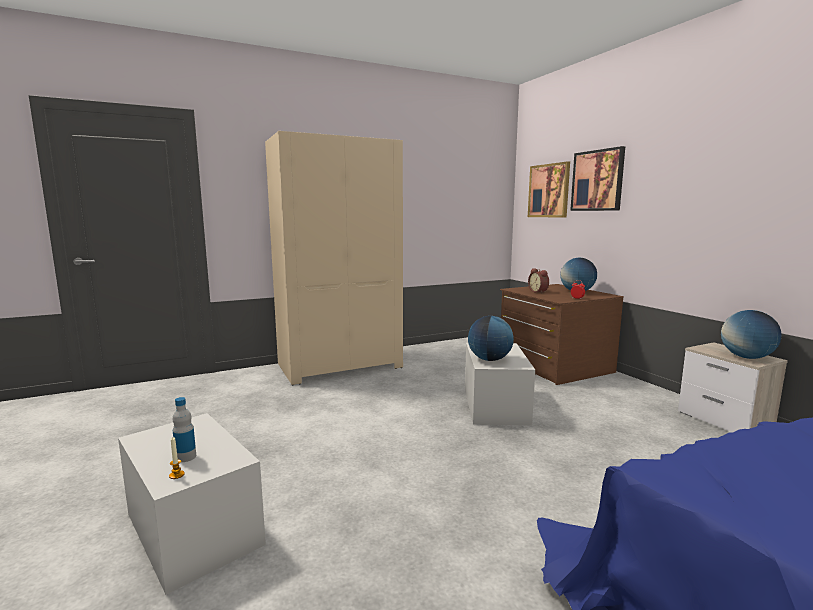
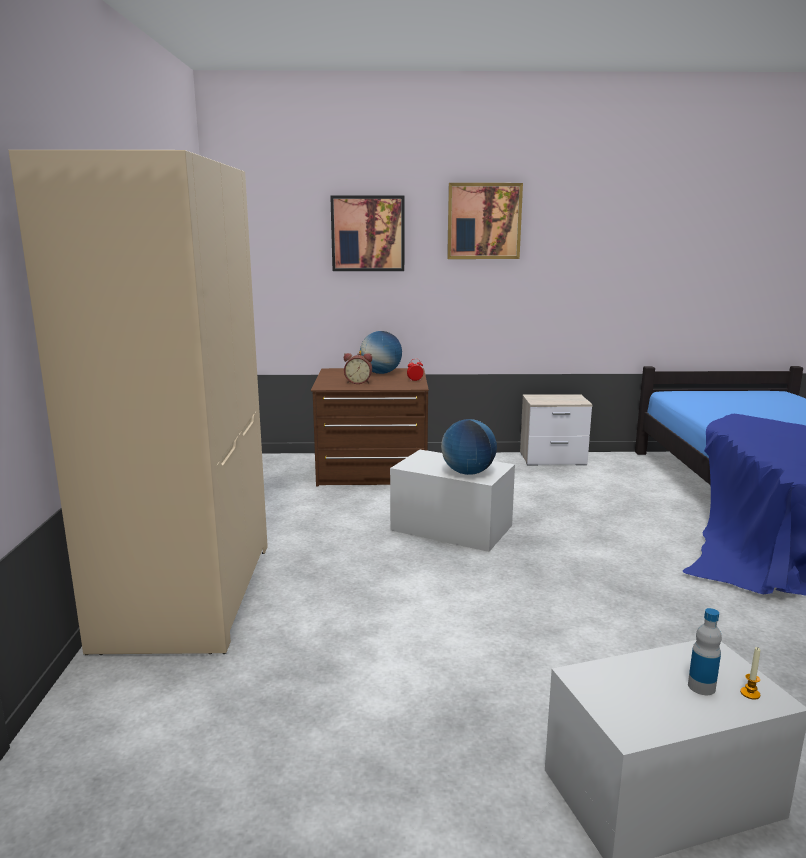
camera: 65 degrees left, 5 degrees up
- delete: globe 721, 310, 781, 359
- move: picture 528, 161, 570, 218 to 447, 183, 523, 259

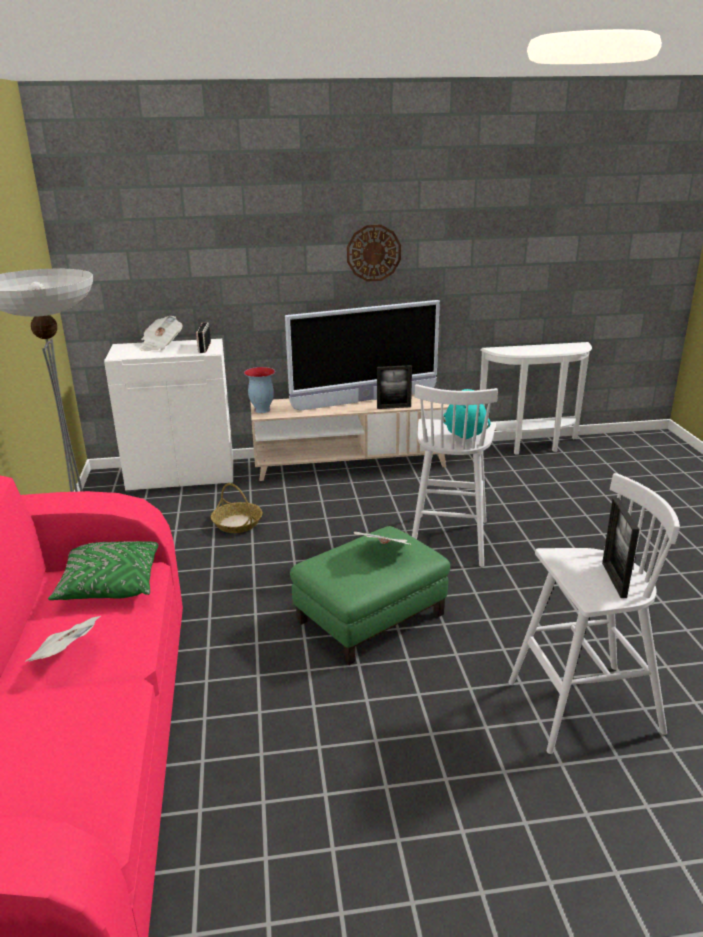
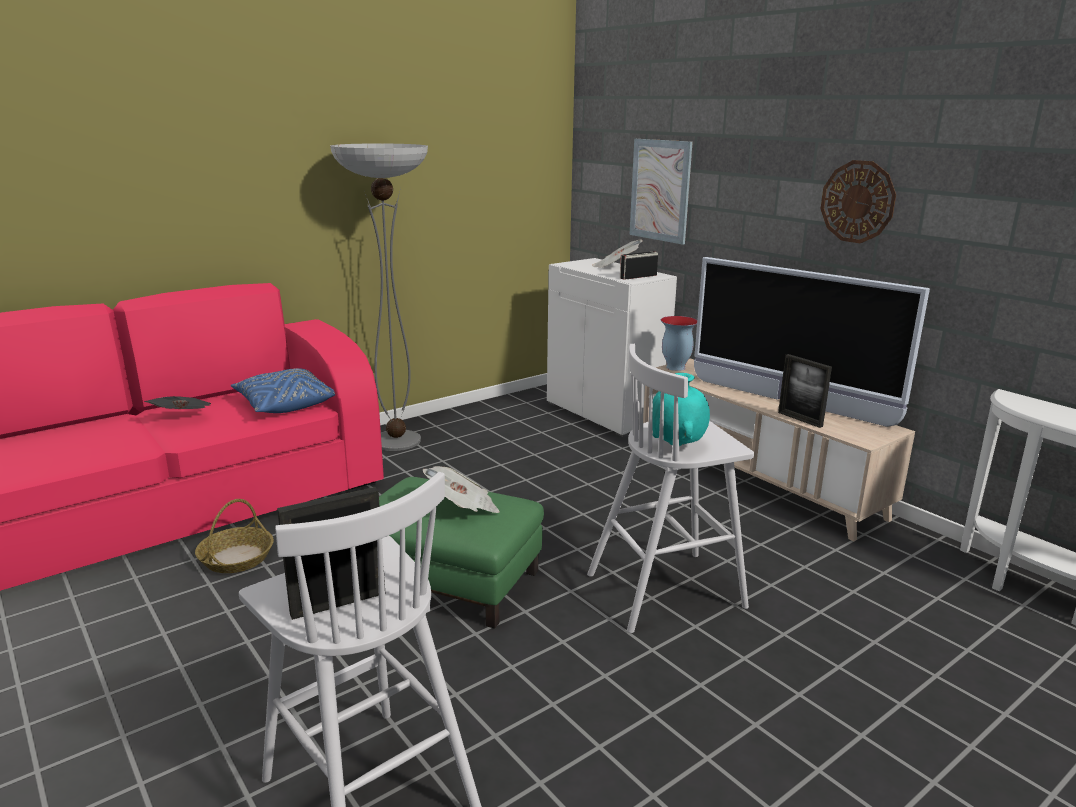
camera: 60 degrees right, 5 degrees down
- insert: picture 630, 139, 693, 245
- move: basket 211, 483, 262, 533 to 195, 499, 274, 573
- recolor: green pillow 48, 541, 159, 600 to blue pillow 231, 368, 335, 413

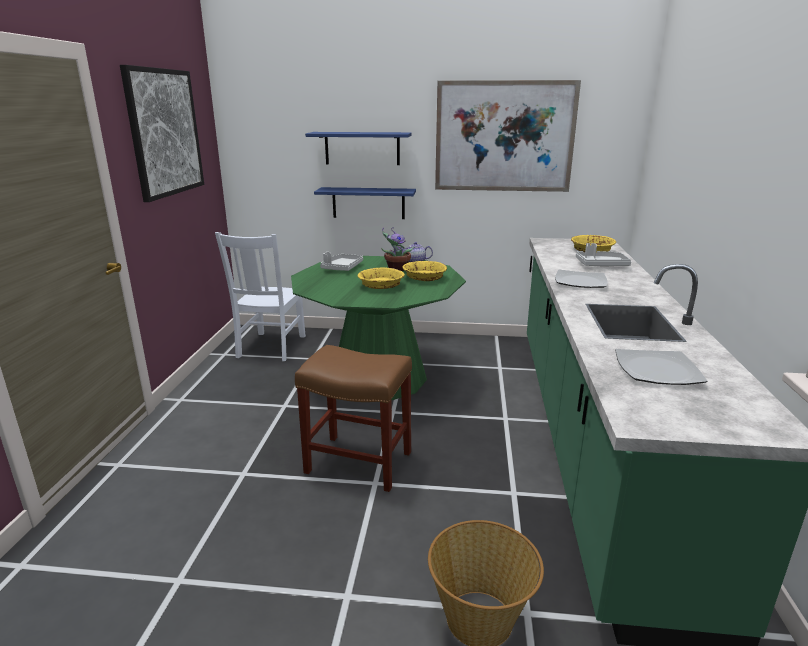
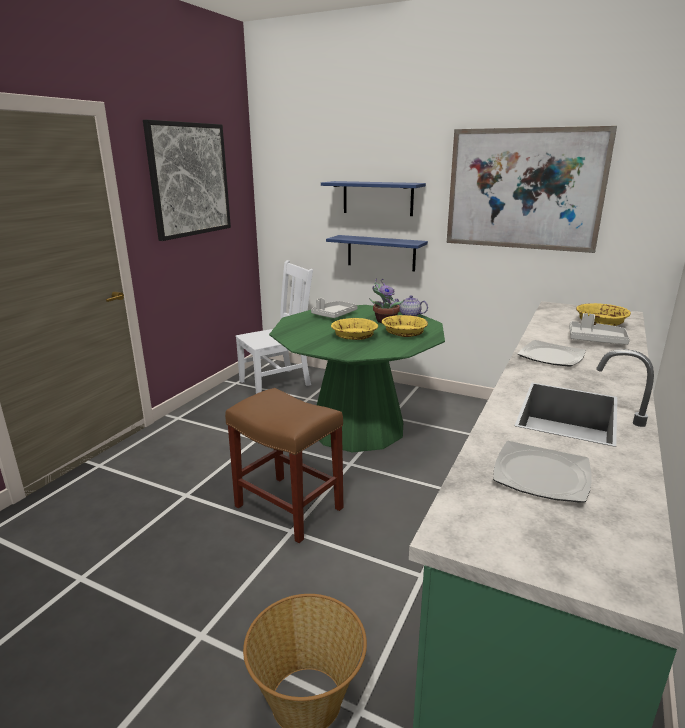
camera: 20 degrees right, 0 degrees up
- rotate: white chair 215, 232, 306, 361 = 235, 260, 313, 394 150 degrees counterclockwise

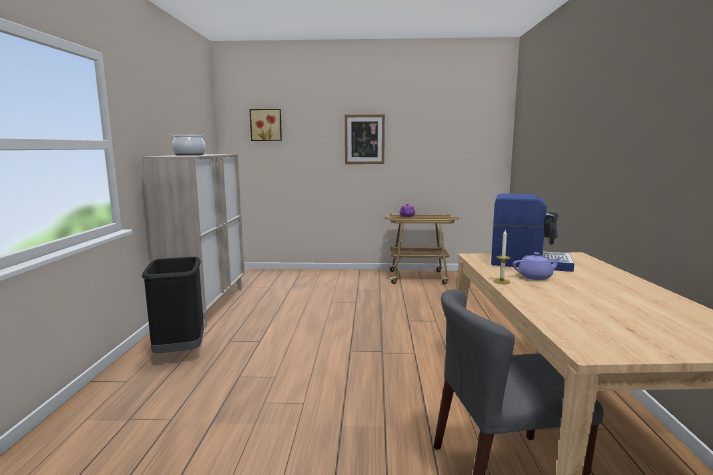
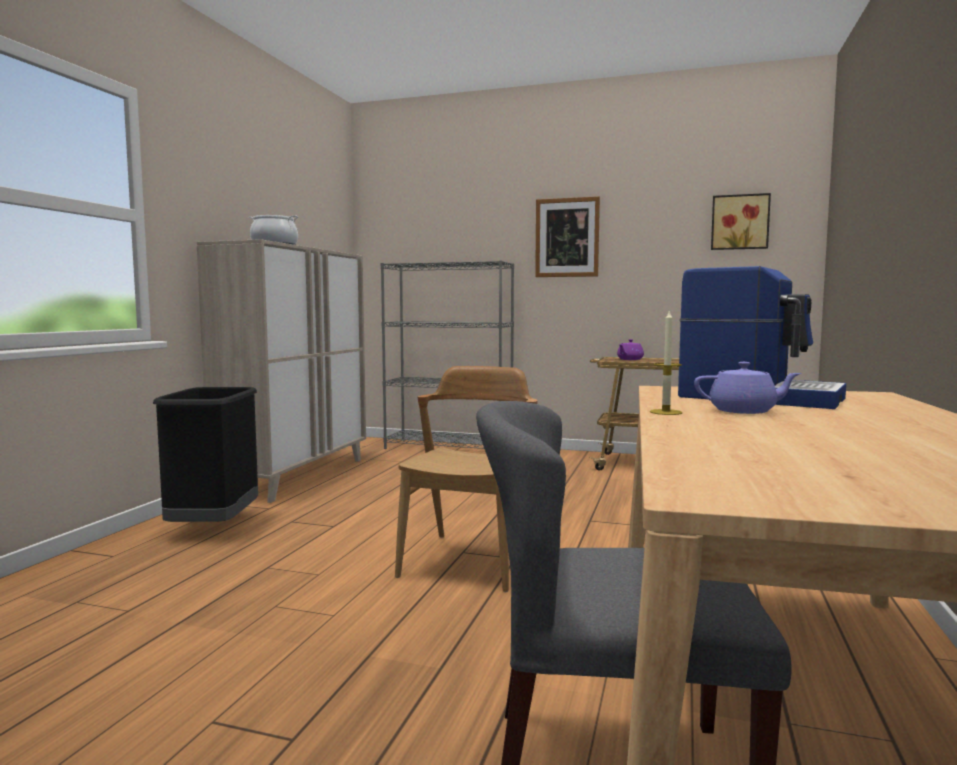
camera: 15 degrees right, 5 degrees down
- insert: grey bookcase 381, 260, 514, 449
- insert: brown chair 395, 366, 538, 592
- move: picture 249, 109, 282, 141 to 711, 193, 771, 250

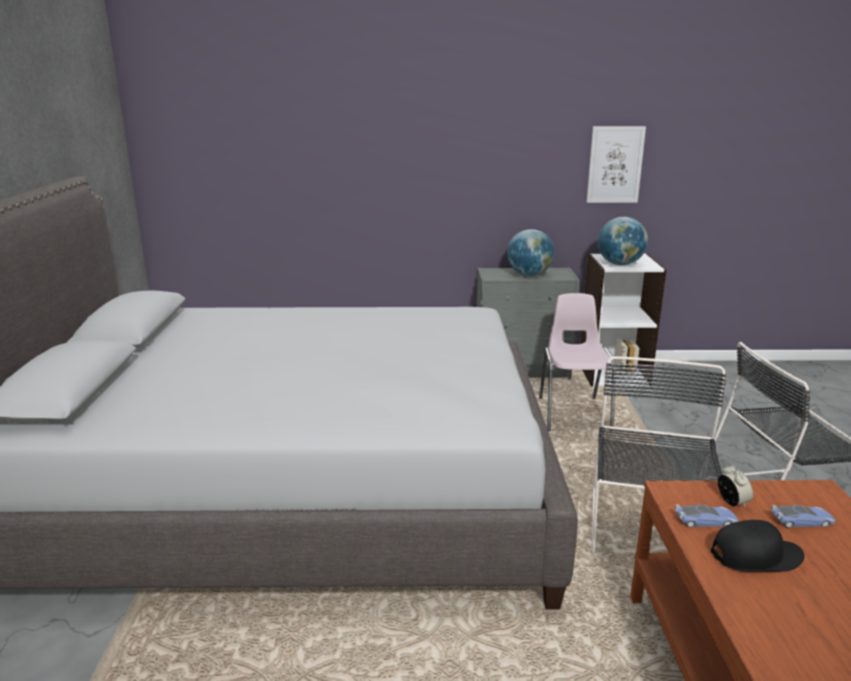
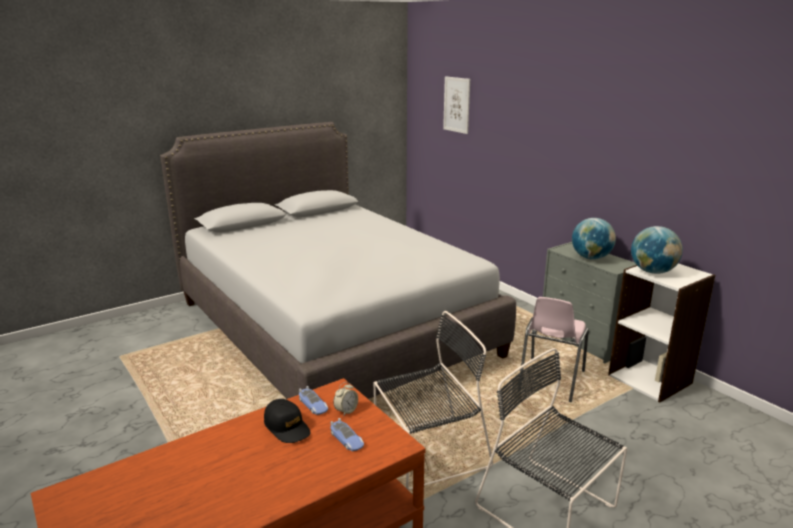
camera: 55 degrees right, 0 degrees up
- move: picture 586, 126, 646, 203 to 443, 77, 470, 134
- rotate: pink chair 539, 293, 616, 431 = 518, 297, 589, 402 150 degrees clockwise

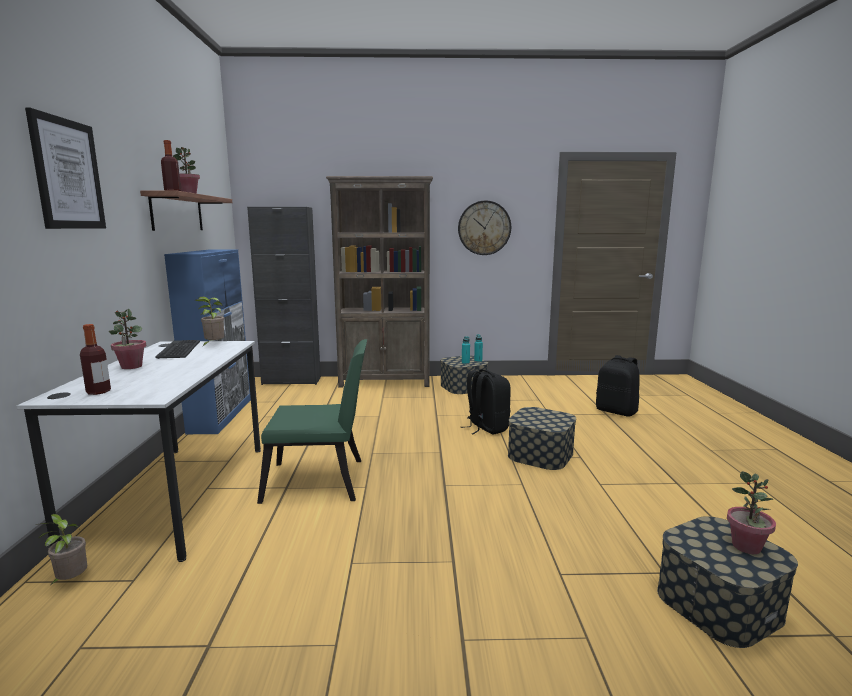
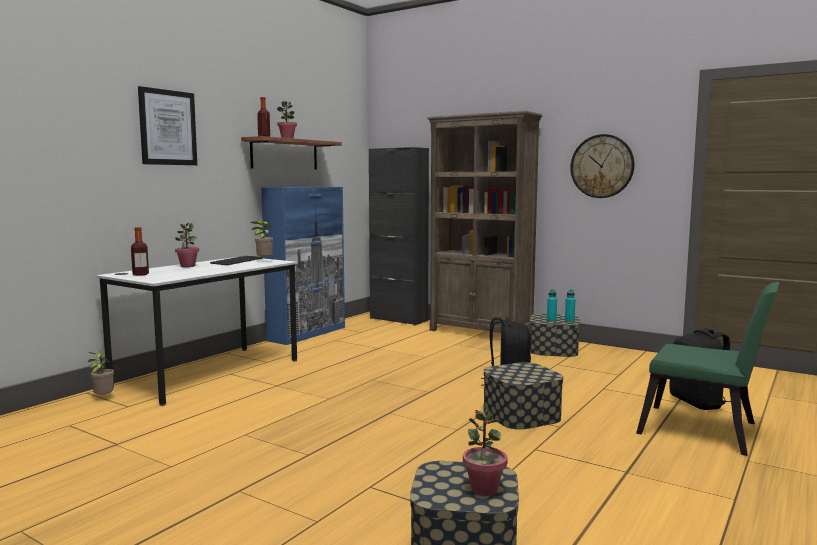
camera: 35 degrees right, 5 degrees down
- move: green chair 257, 339, 367, 504 to 636, 282, 779, 456

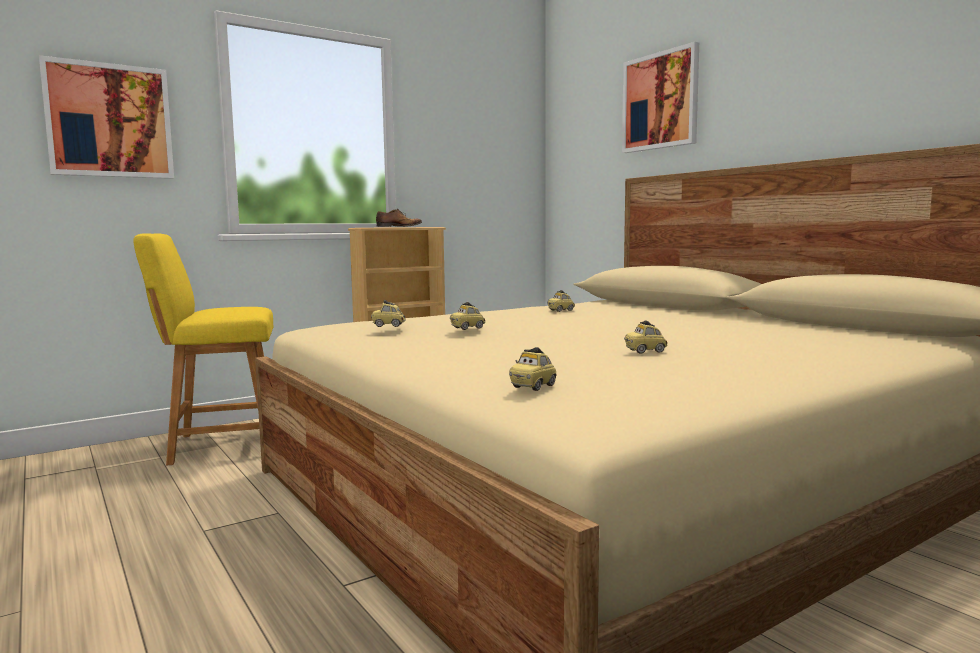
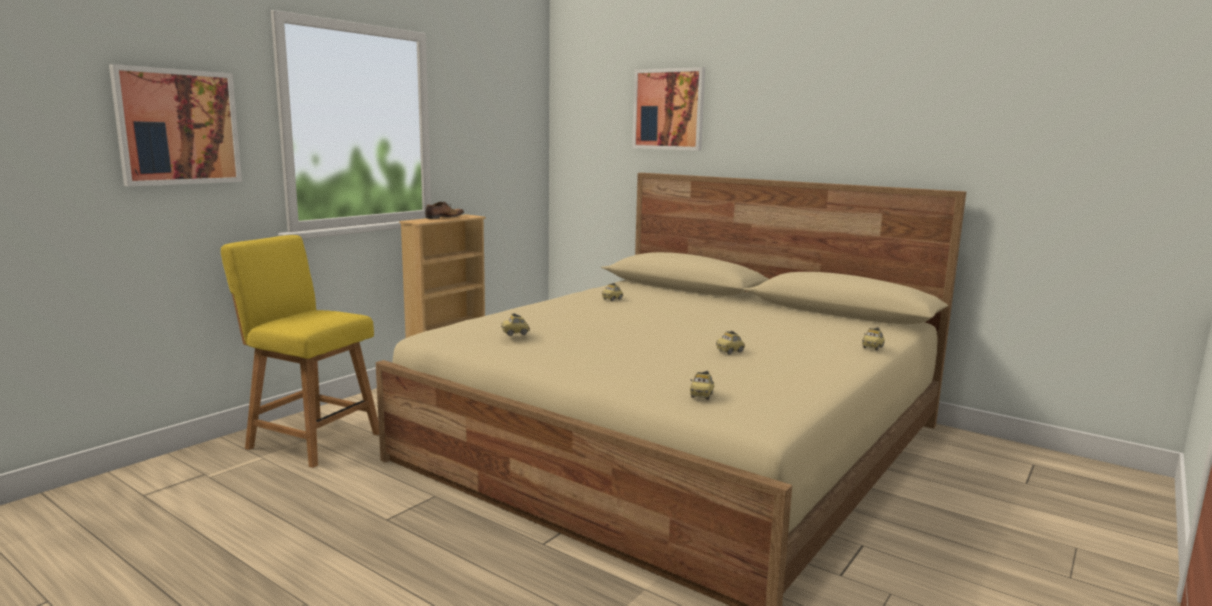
camera: 20 degrees left, 5 degrees up
- move: toy car 450, 302, 485, 330 to 862, 328, 885, 350
- rotate: yellow chair 133, 233, 274, 465 = 221, 235, 379, 468 60 degrees clockwise

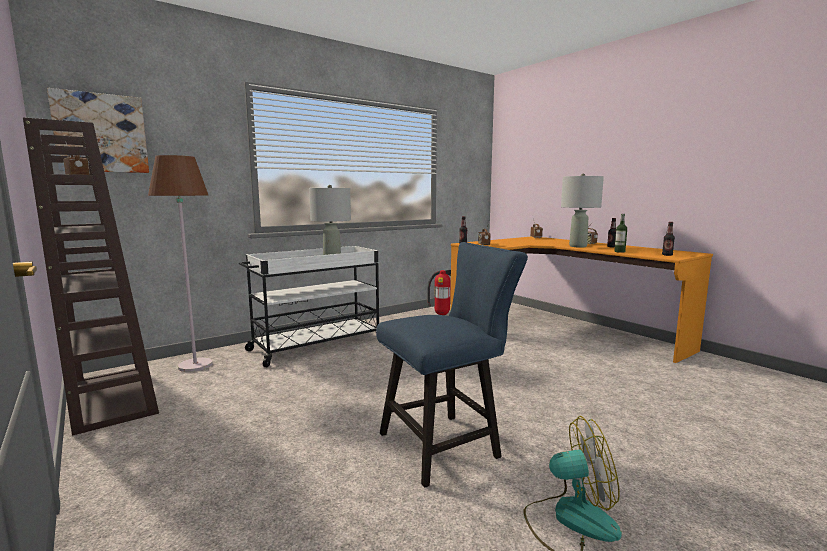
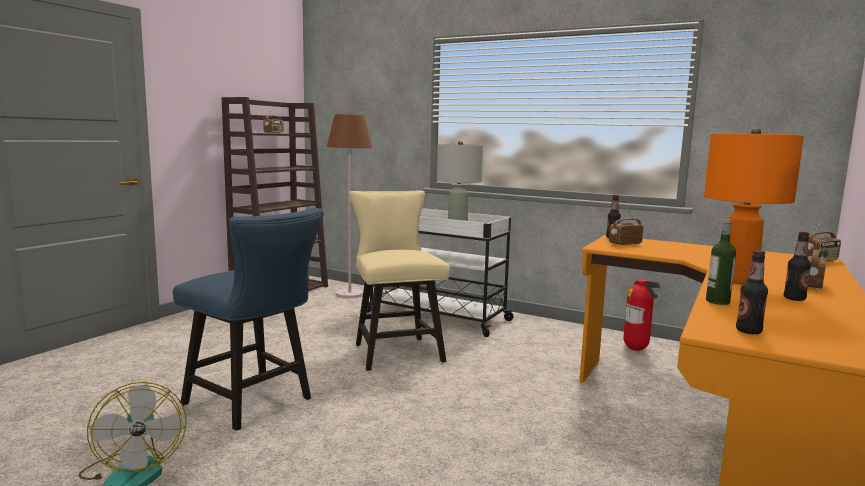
camera: 65 degrees right, 0 degrees up
- delete: picture 47, 88, 149, 173
- insert: beige chair 349, 190, 450, 371
- recolor: grey table lamp 561, 173, 604, 247 to orange table lamp 704, 128, 804, 285

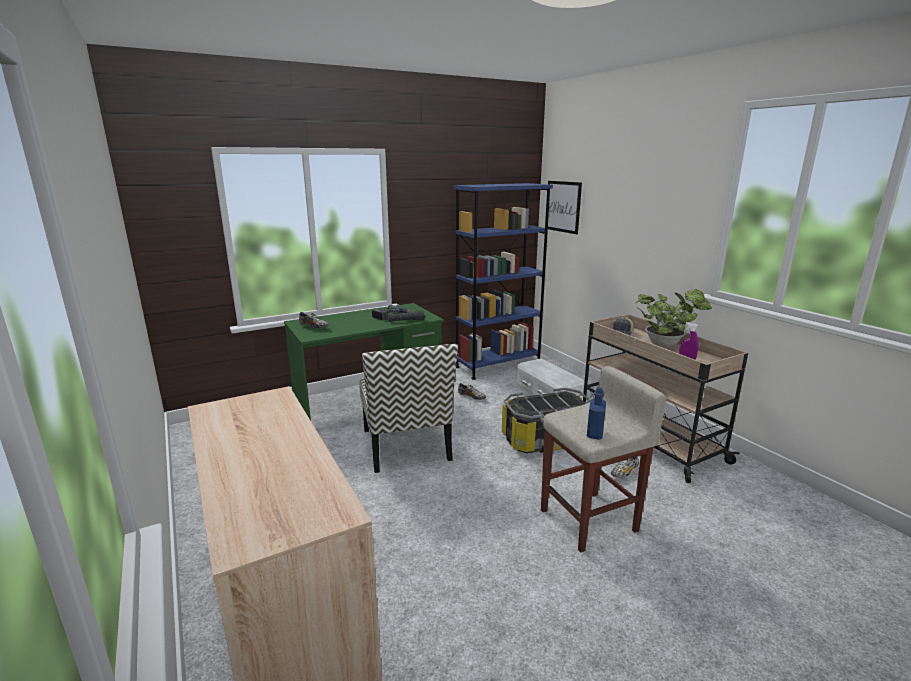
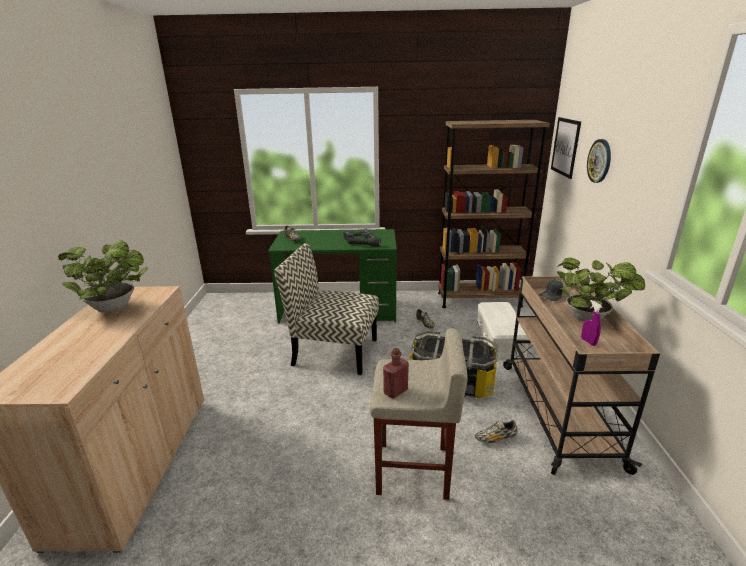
camera: 30 degrees right, 5 degrees up
- insert: potted plant 58, 241, 148, 313
- insert: wall clock 587, 139, 611, 183
- recolor: blue bookcase 454, 183, 553, 380 to brown bookcase 438, 120, 550, 308
- recolor: blue bottle 587, 387, 606, 440 to red bottle 383, 348, 409, 398
- rotate: chair 359, 344, 458, 473 = 274, 243, 379, 375 90 degrees clockwise

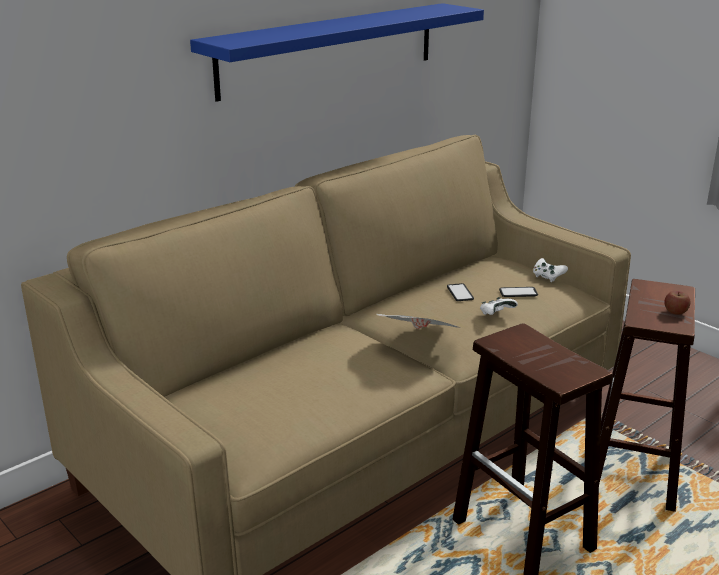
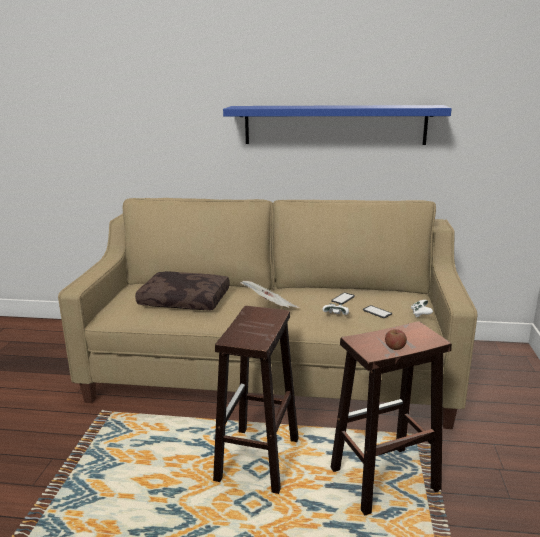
camera: 50 degrees right, 5 degrees down
- insert: brown pillow 135, 271, 230, 310

